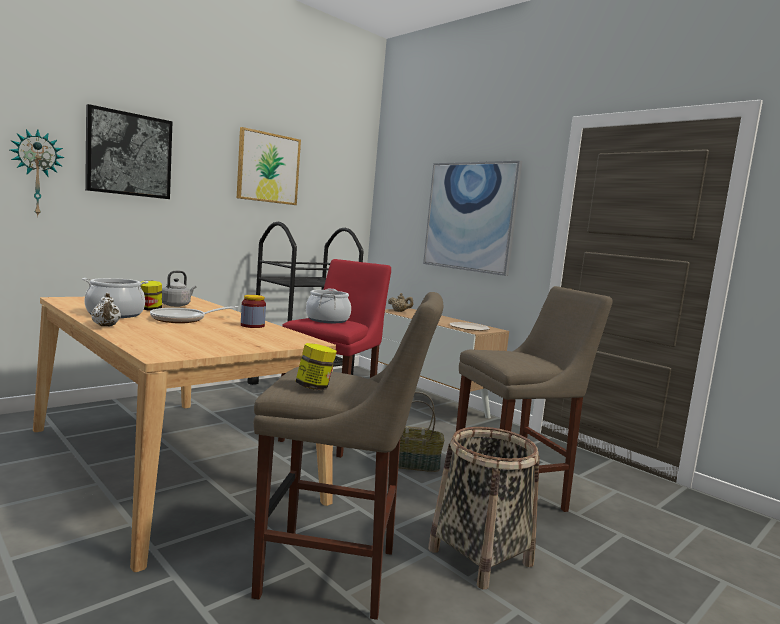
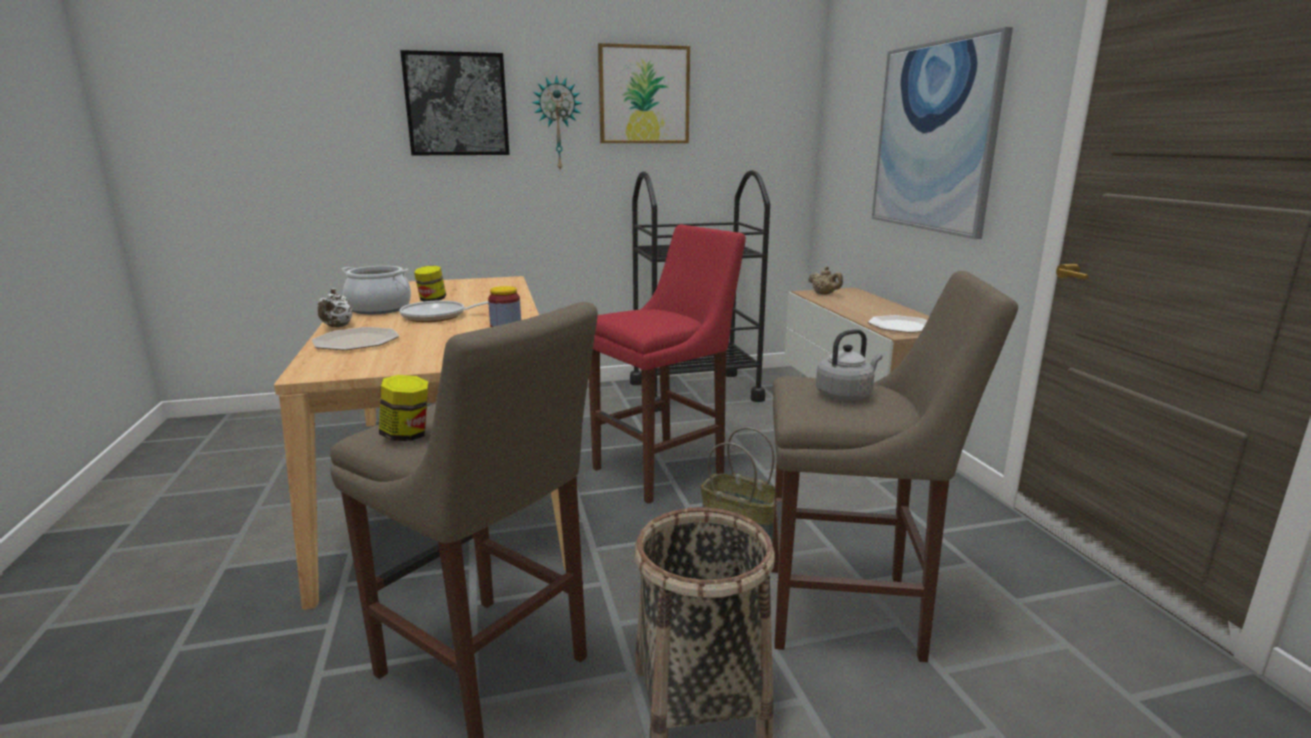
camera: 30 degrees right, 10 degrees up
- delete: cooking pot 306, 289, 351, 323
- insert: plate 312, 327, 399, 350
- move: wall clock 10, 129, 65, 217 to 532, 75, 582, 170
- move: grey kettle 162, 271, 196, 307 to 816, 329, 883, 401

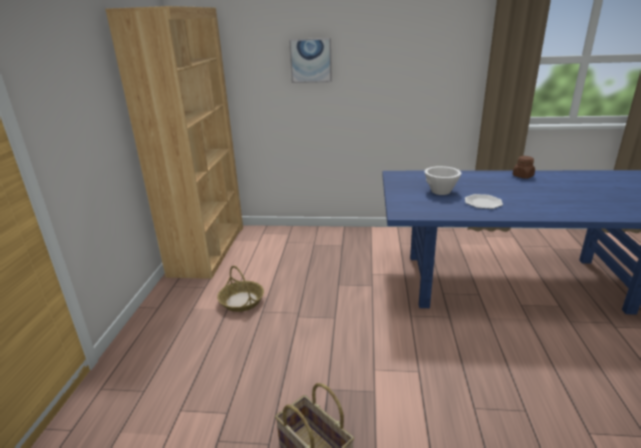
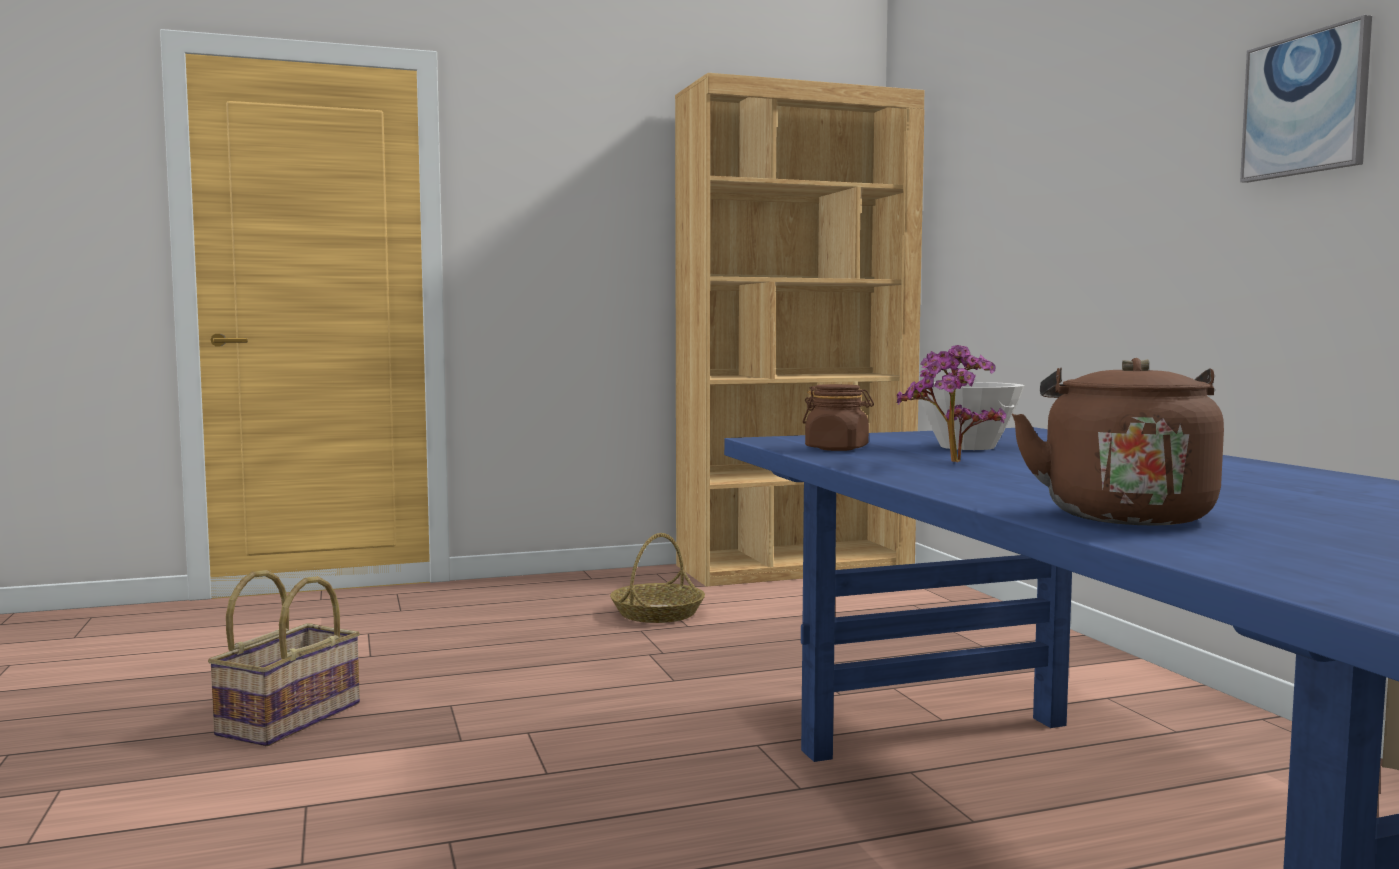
camera: 65 degrees right, 20 degrees down
- insert: brown kettle 1012, 358, 1224, 525
- move: picture 289, 38, 332, 83 to 1240, 15, 1372, 183
- move: brown jar 512, 156, 535, 179 to 803, 384, 874, 451
- replace: plate 465, 194, 503, 209 to potted plant 897, 345, 1006, 462

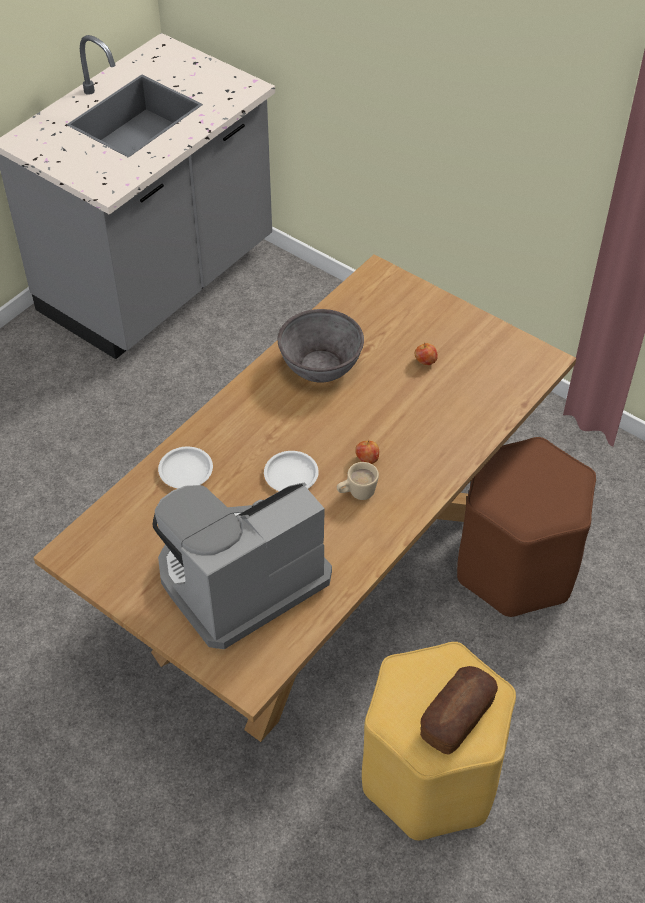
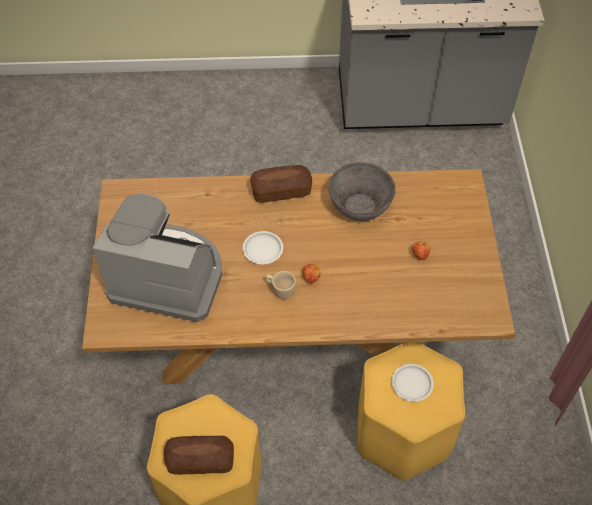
camera: 50 degrees right, 5 degrees up
- insert: bread 250, 165, 312, 203
- move: white plate 158, 447, 213, 488 to 392, 364, 434, 402
- recolor: brown stool 457, 437, 596, 617 to yellow stool 358, 342, 465, 481

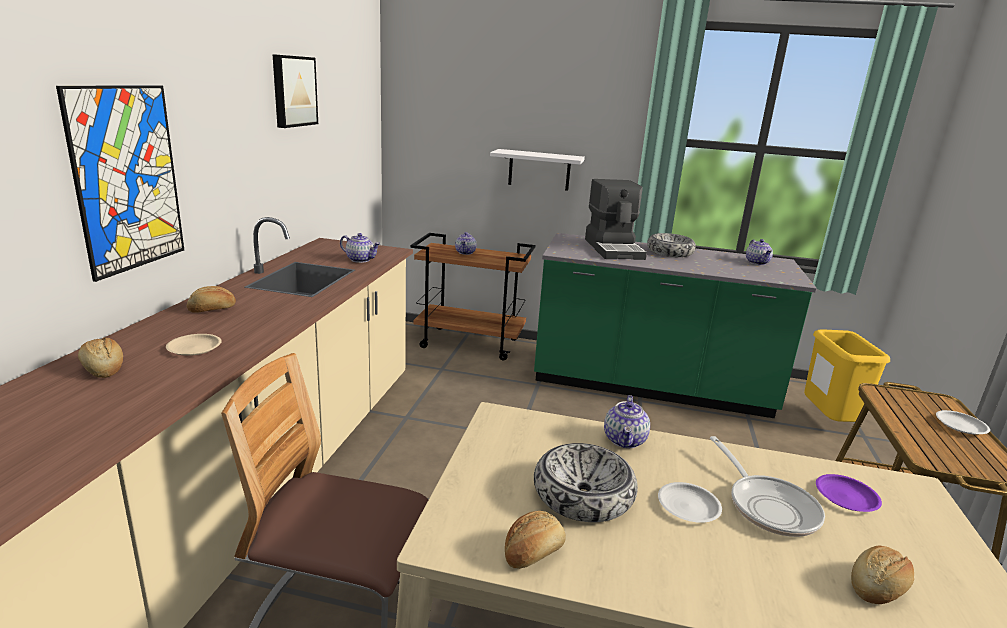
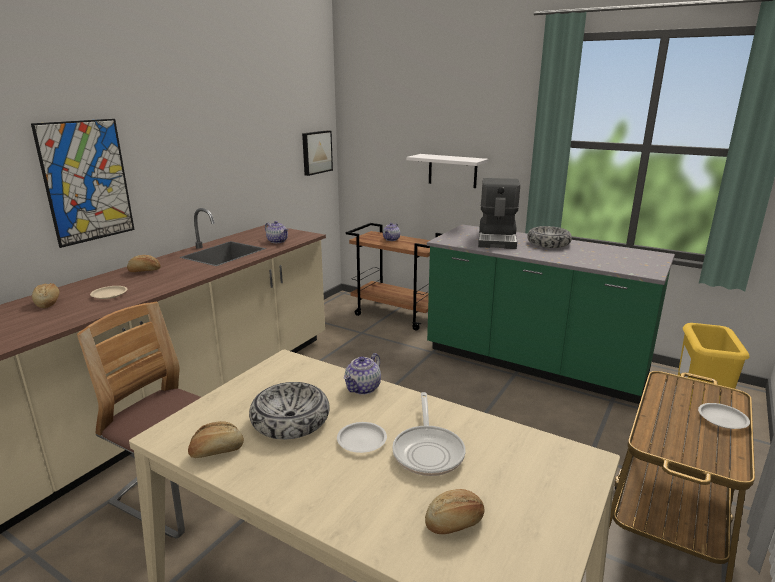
camera: 20 degrees right, 0 degrees up
- delete: teapot 746, 239, 773, 265
- delete: purple plate 816, 474, 882, 512
- move: picture 272, 54, 318, 128 to 302, 130, 333, 176

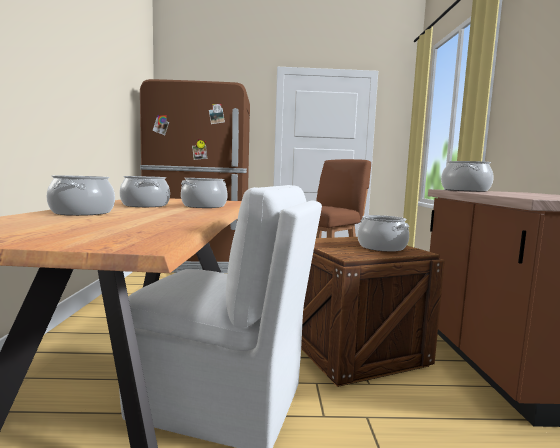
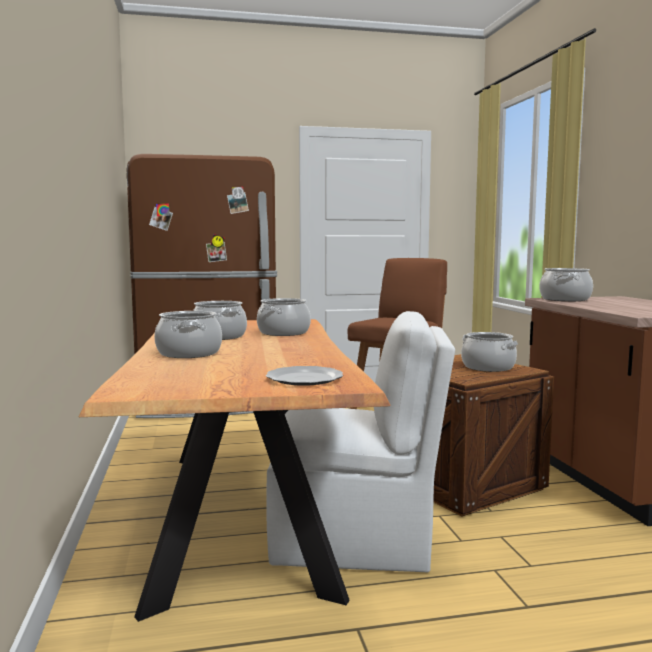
camera: 10 degrees left, 0 degrees up
- insert: plate 266, 366, 343, 386

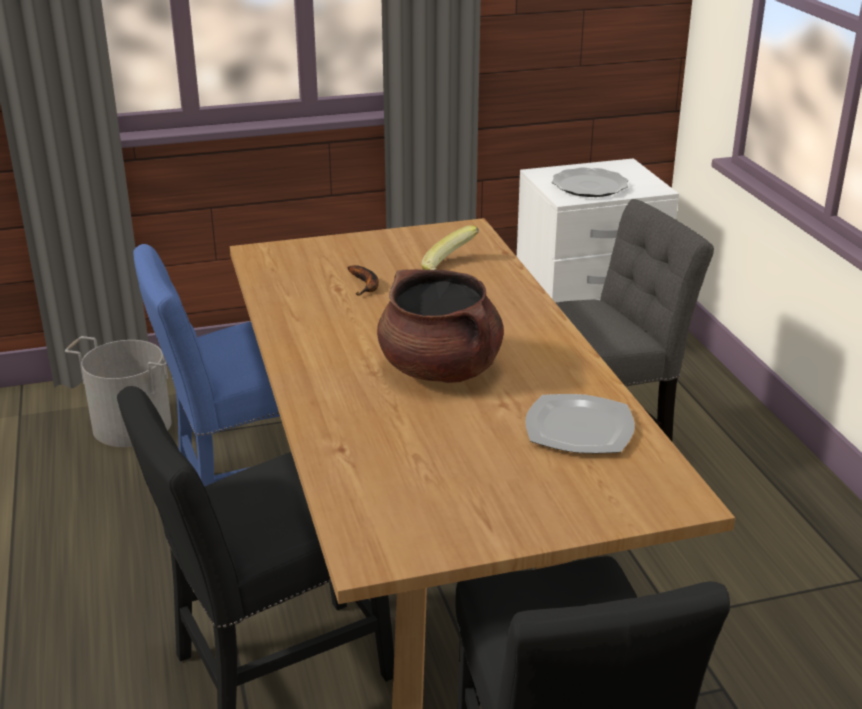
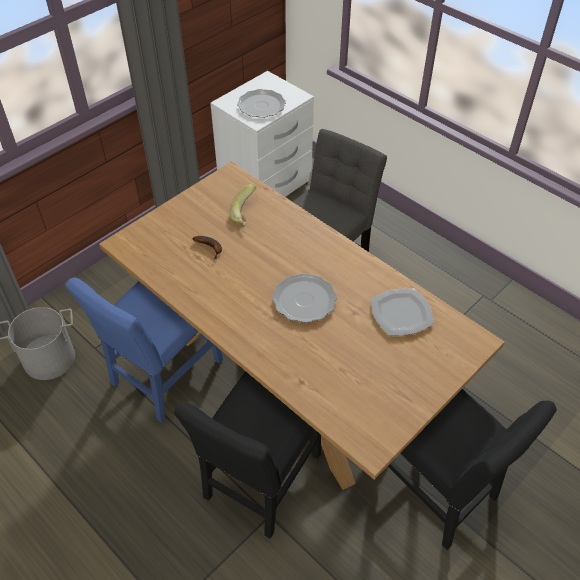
camera: 30 degrees left, 20 degrees up
- replace: brown cooking pot 377, 269, 504, 383 to plate 272, 273, 337, 323

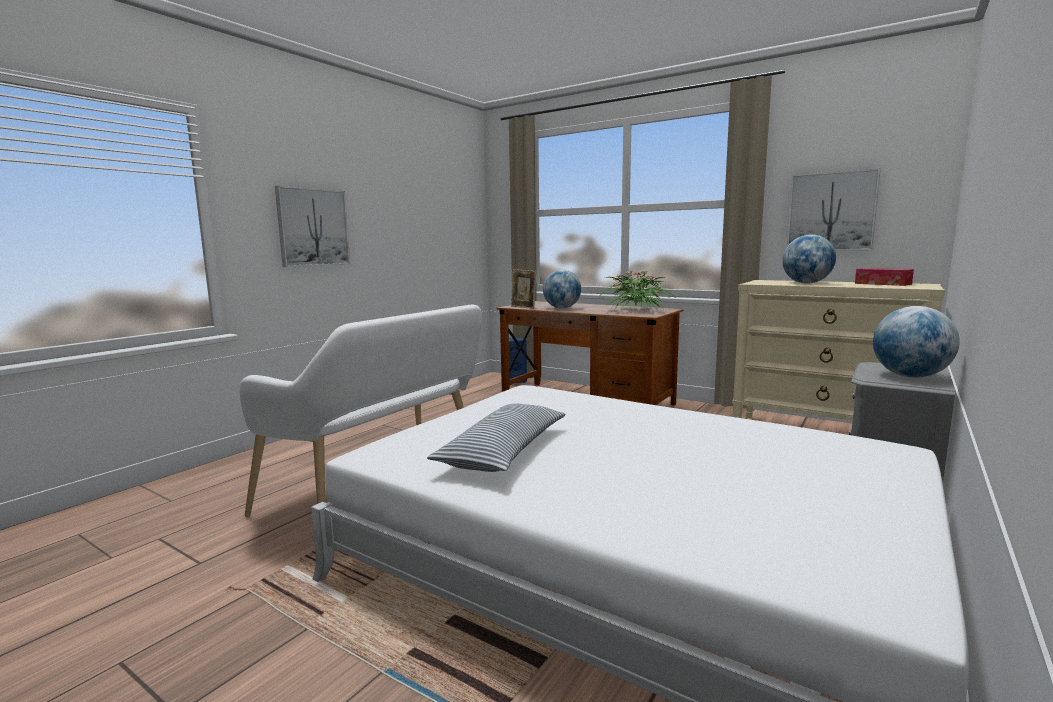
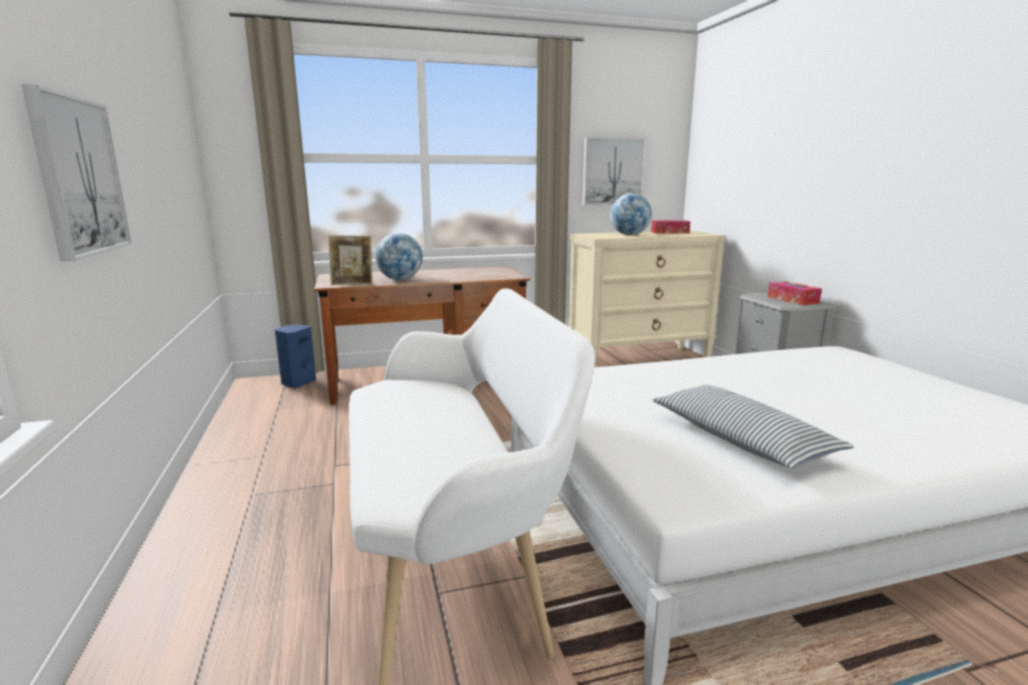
camera: 50 degrees left, 5 degrees up
- delete: potted plant 598, 270, 676, 311
- replace: globe 873, 306, 960, 378 to tissue box 768, 281, 822, 305

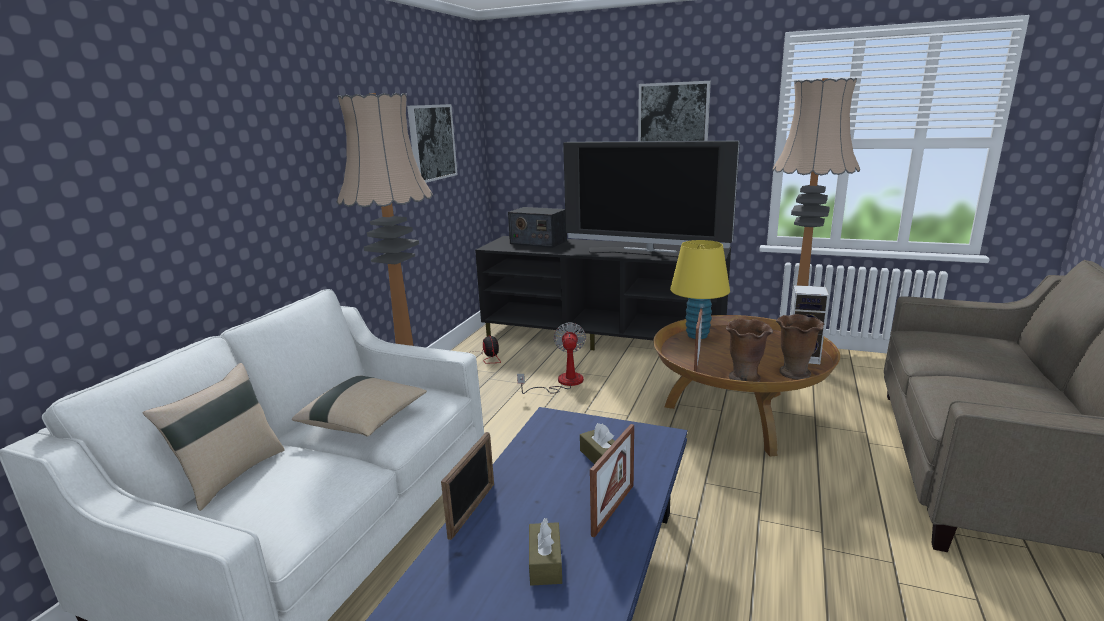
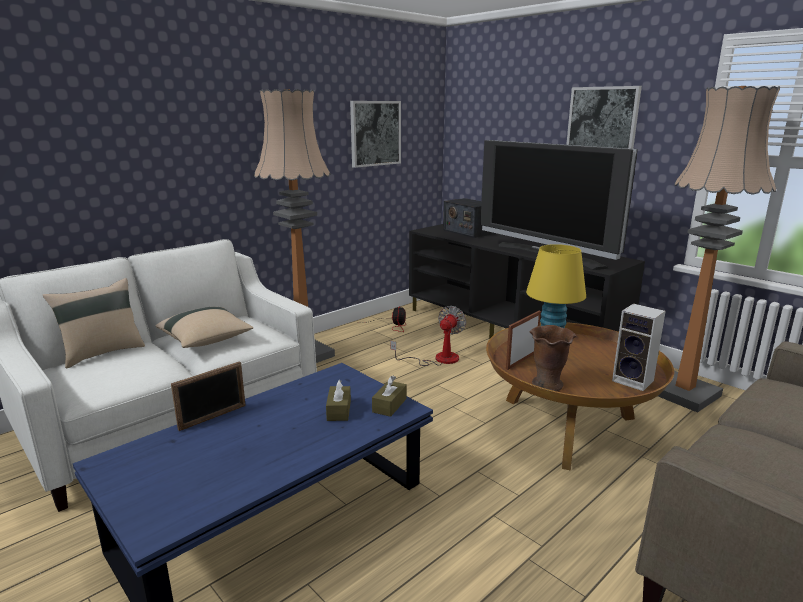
camera: 25 degrees right, 0 degrees up
- delete: picture frame 590, 424, 634, 538
- delete: brown vase 776, 314, 824, 380
- move: brown tissue box 529, 518, 562, 586 to 372, 376, 407, 417

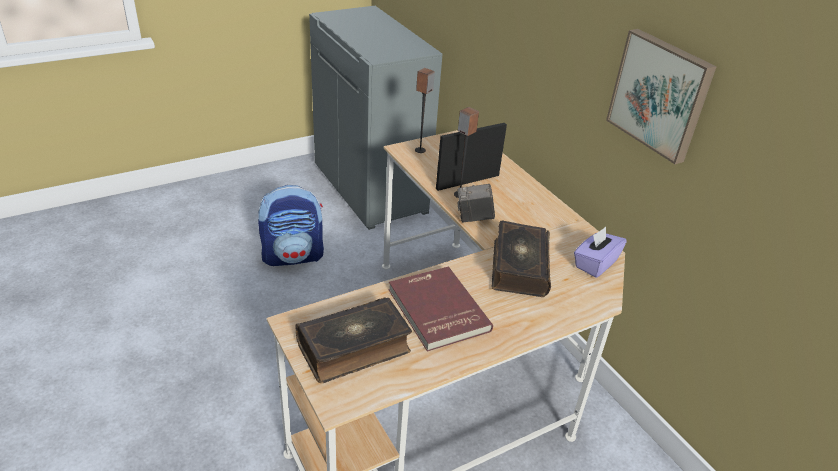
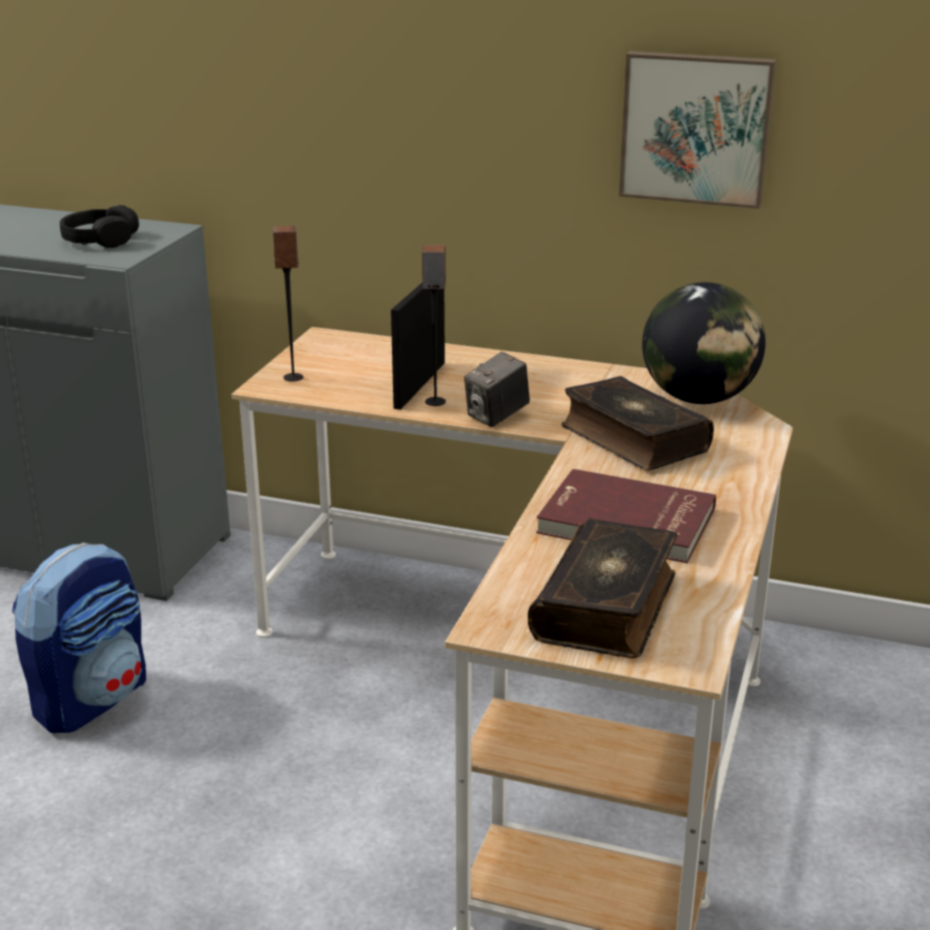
camera: 40 degrees left, 10 degrees down
- insert: black headphones 60, 205, 139, 248
- replace: purple tissue box 574, 227, 627, 278 to globe 642, 282, 766, 404

